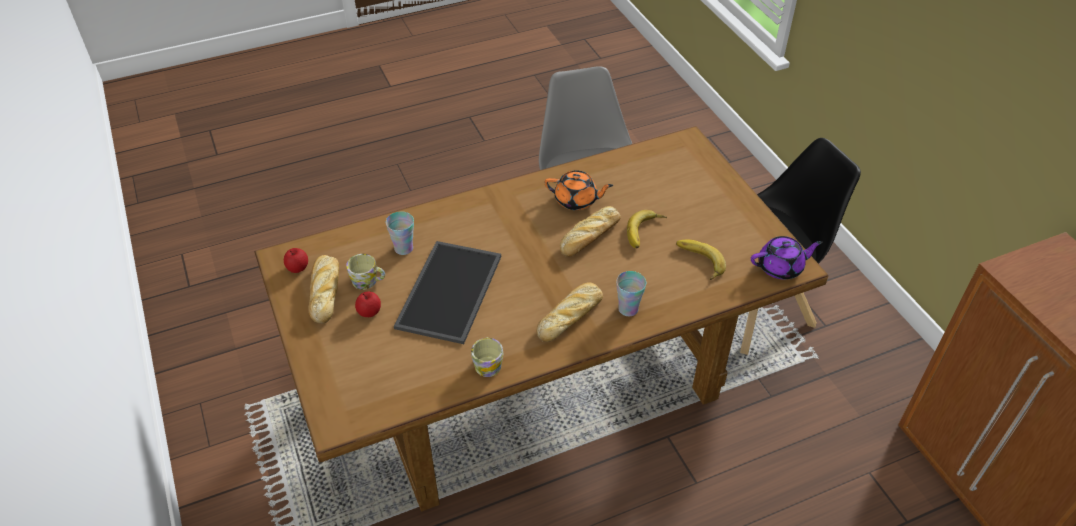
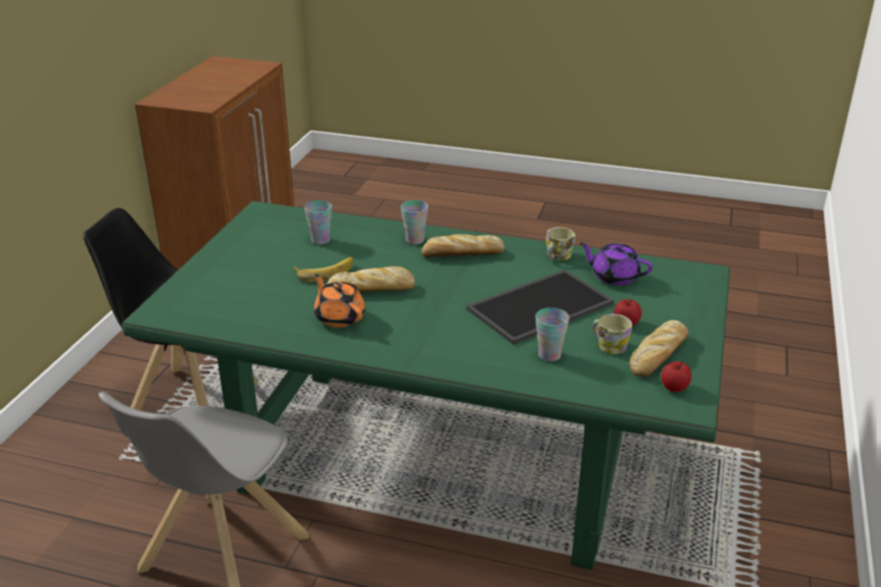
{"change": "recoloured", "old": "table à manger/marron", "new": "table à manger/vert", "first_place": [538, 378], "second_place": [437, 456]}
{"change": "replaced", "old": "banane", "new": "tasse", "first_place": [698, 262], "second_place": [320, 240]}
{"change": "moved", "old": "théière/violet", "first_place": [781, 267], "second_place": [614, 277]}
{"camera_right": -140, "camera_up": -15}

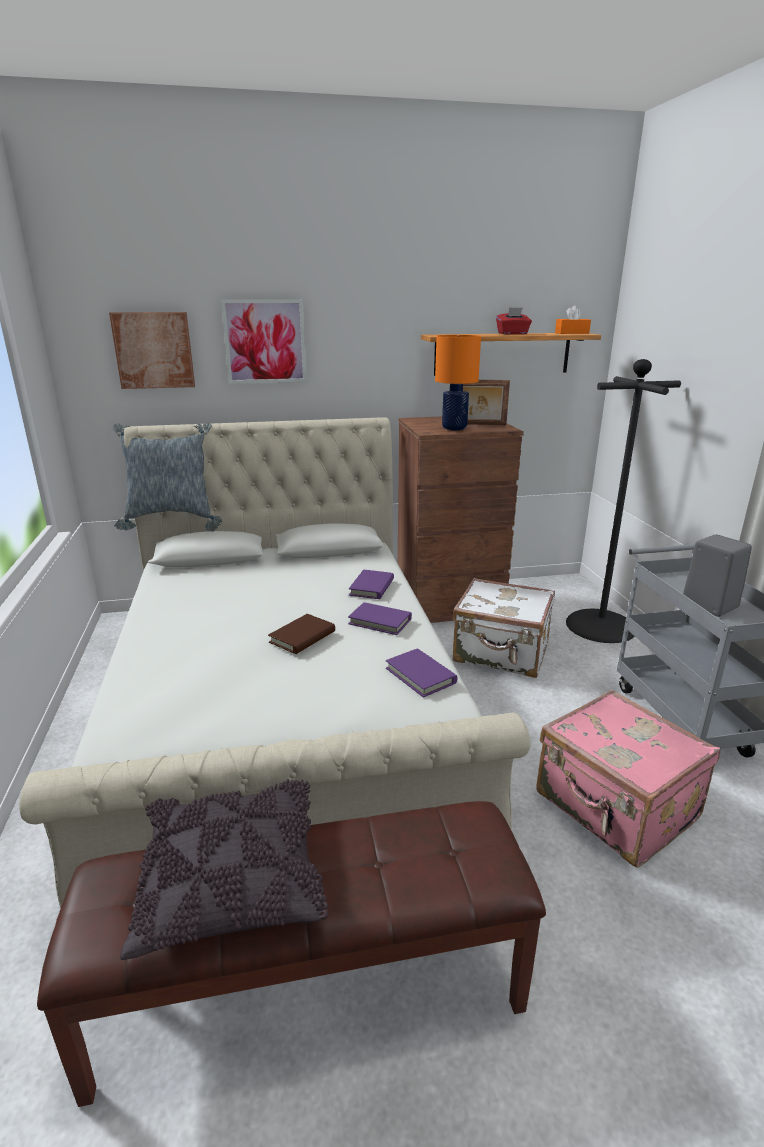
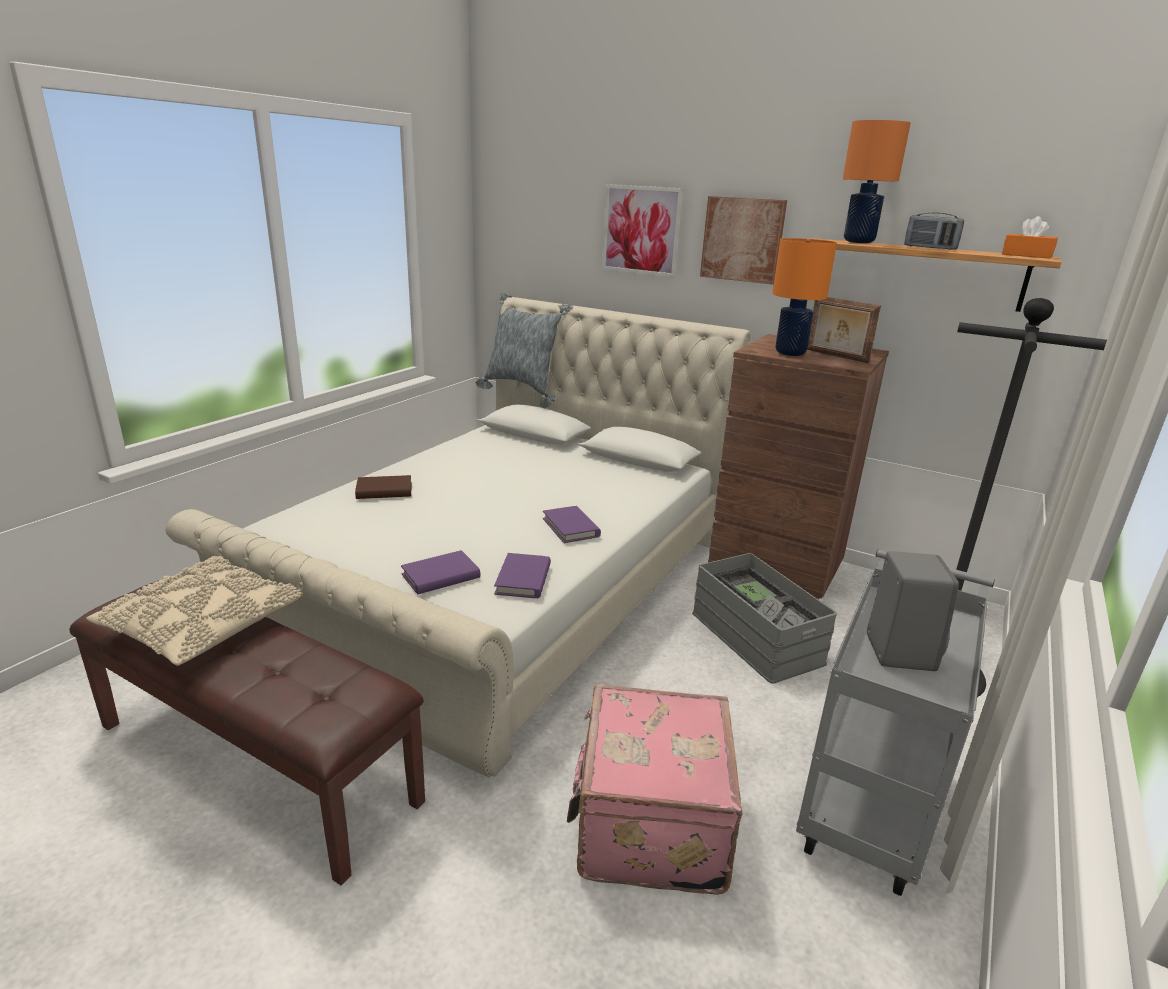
{"change": "moved", "old": "tableau", "first_place": [154, 350], "second_place": [742, 239]}
{"change": "recoloured", "old": "coussin/noir", "new": "coussin/beige", "first_place": [231, 878], "second_place": [203, 625]}
{"change": "moved", "old": "livre/marron", "first_place": [302, 637], "second_place": [384, 491]}
{"change": "moved", "old": "livre/violet", "first_place": [372, 587], "second_place": [441, 576]}
{"change": "replaced", "old": "valise/blanc", "new": "boîte de rangement/gris", "first_place": [501, 654], "second_place": [757, 637]}
{"change": "replaced", "old": "boîte à mouchoirs/rouge", "new": "radio", "first_place": [512, 334], "second_place": [930, 248]}
{"change": "added", "new": "lampe de table/orange", "second_place": [858, 242]}
{"camera_right": 40, "camera_up": 0}

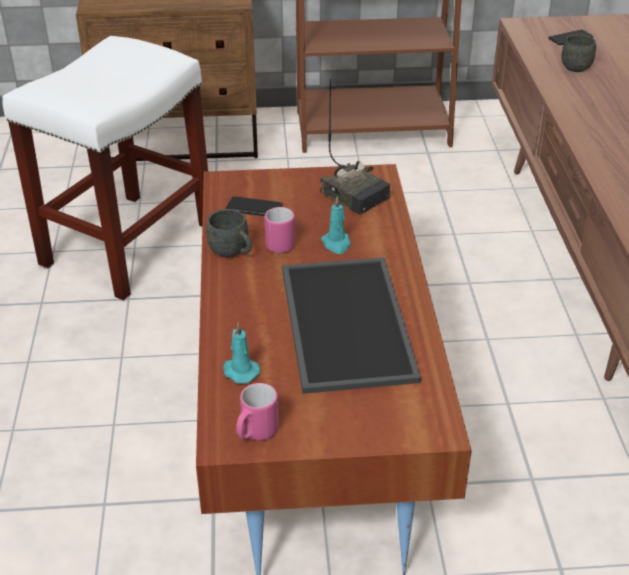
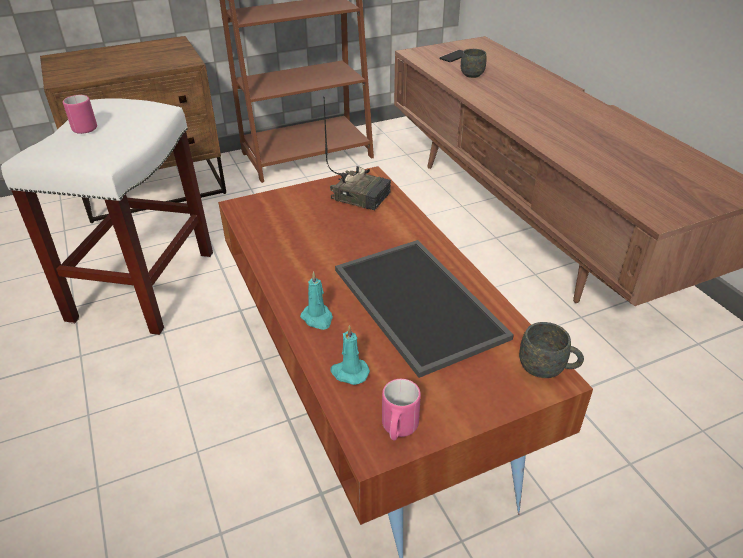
{"change": "moved", "old": "mug/gris", "first_place": [232, 252], "second_place": [547, 369]}
{"change": "removed", "old": "téléphone", "first_place": [254, 208]}
{"change": "moved", "old": "mug/rose", "first_place": [282, 242], "second_place": [86, 127]}
{"change": "moved", "old": "bougie/turquoise", "first_place": [336, 244], "second_place": [318, 318]}
{"camera_right": -20, "camera_up": 0}

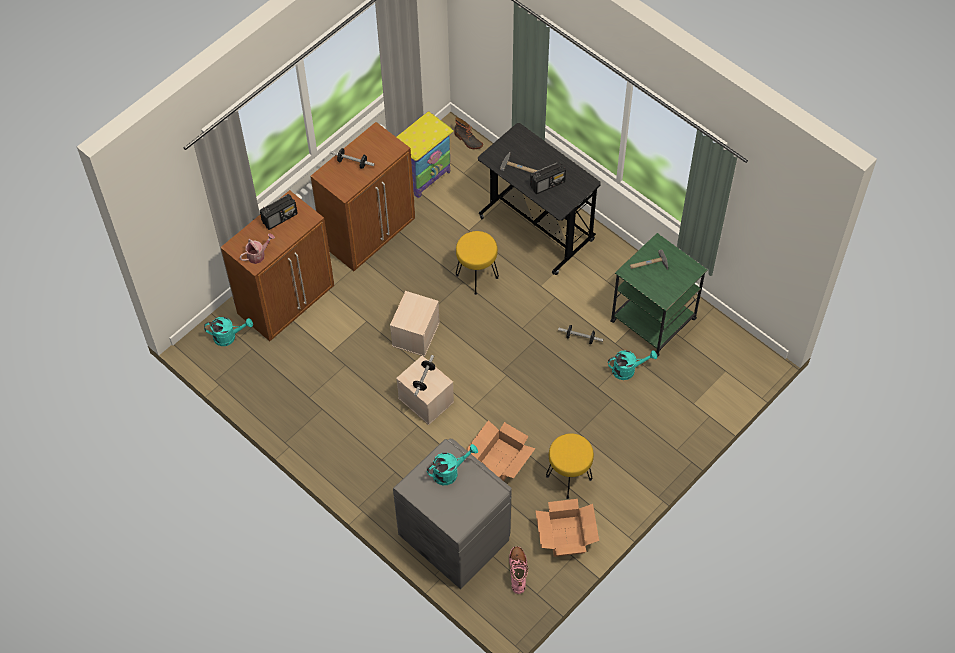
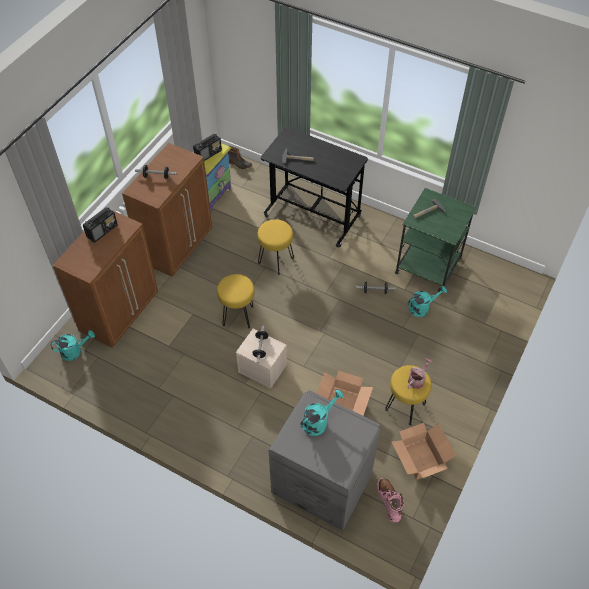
{"change": "moved", "old": "arrosoir", "first_place": [258, 255], "second_place": [417, 379]}
{"change": "replaced", "old": "boîte de rangement/beige", "new": "tabouret/jaune", "first_place": [415, 333], "second_place": [237, 315]}
{"change": "moved", "old": "radio", "first_place": [548, 184], "second_place": [208, 154]}
{"camera_right": -15, "camera_up": -5}

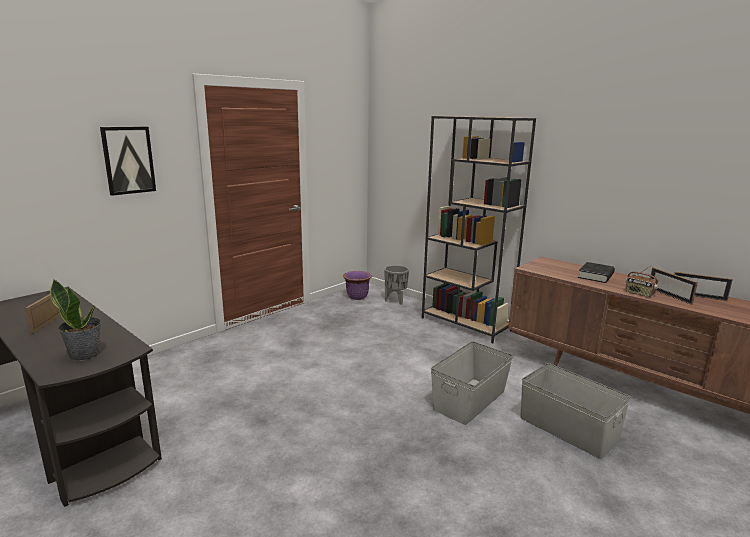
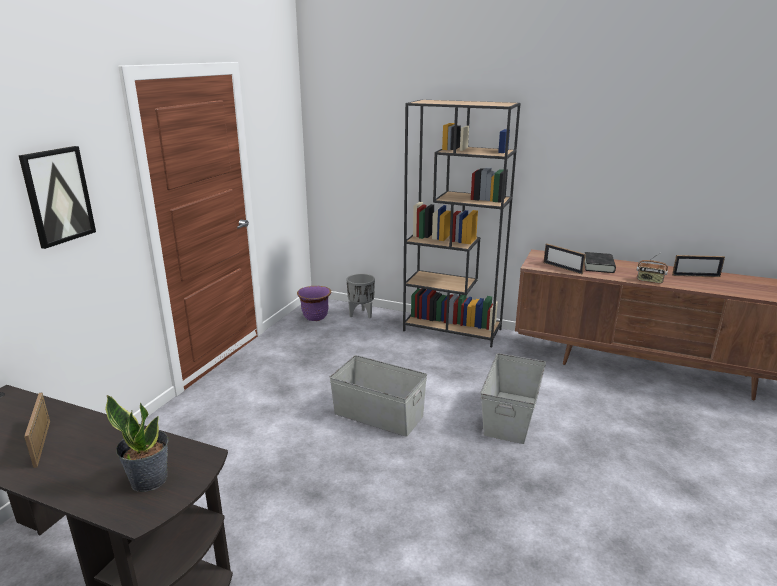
{"change": "moved", "old": "boîte de rangement/gris", "first_place": [568, 429], "second_place": [378, 415]}
{"change": "moved", "old": "cadre photo", "first_place": [669, 296], "second_place": [562, 268]}
{"camera_right": -20, "camera_up": 5}

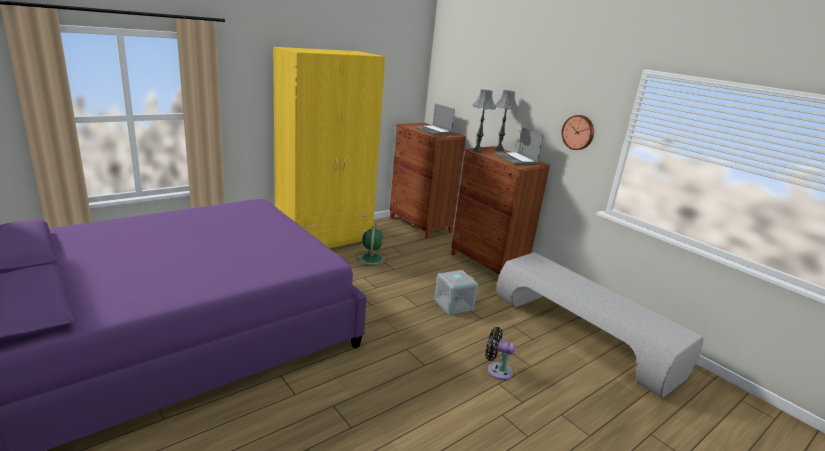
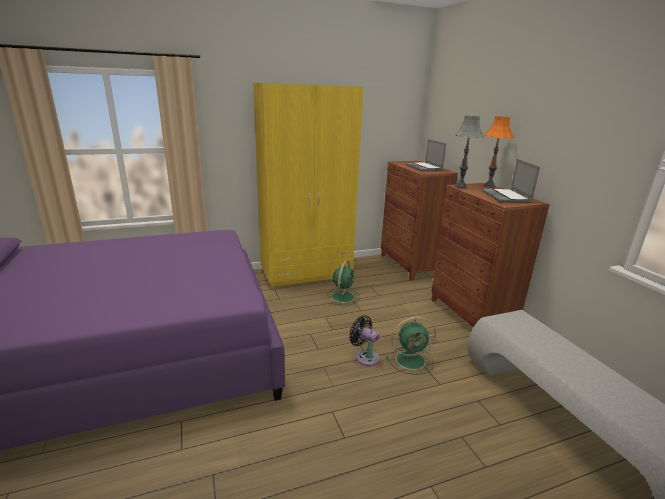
{"change": "replaced", "old": "boîte de rangement/gris", "new": "ventilateur/vert", "first_place": [453, 304], "second_place": [412, 360]}
{"change": "moved", "old": "ventilateur/noir", "first_place": [497, 370], "second_place": [365, 357]}
{"change": "recoloured", "old": "lampe de table/gris", "new": "lampe de table/orange", "first_place": [499, 150], "second_place": [489, 186]}
{"change": "removed", "old": "horloge murale", "first_place": [578, 132]}
{"camera_right": 20, "camera_up": 0}

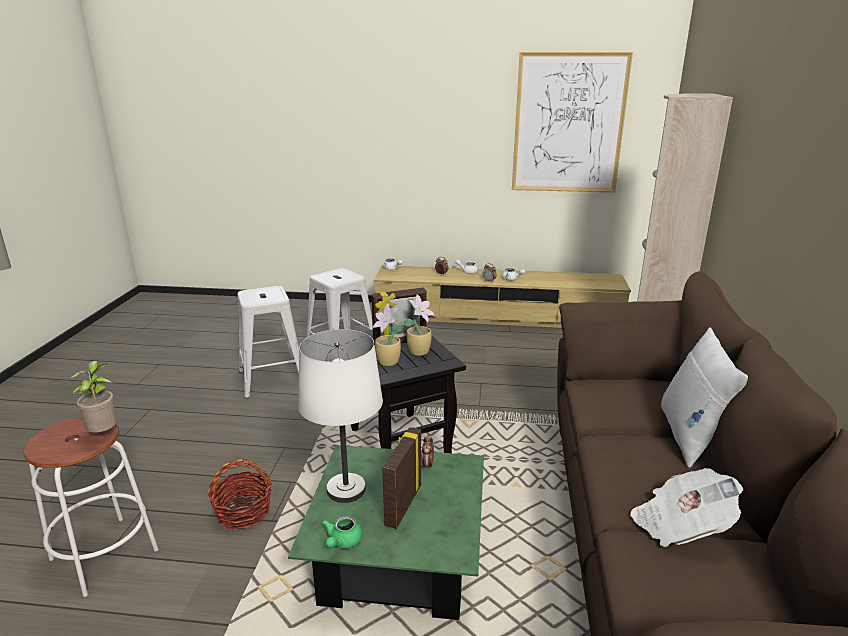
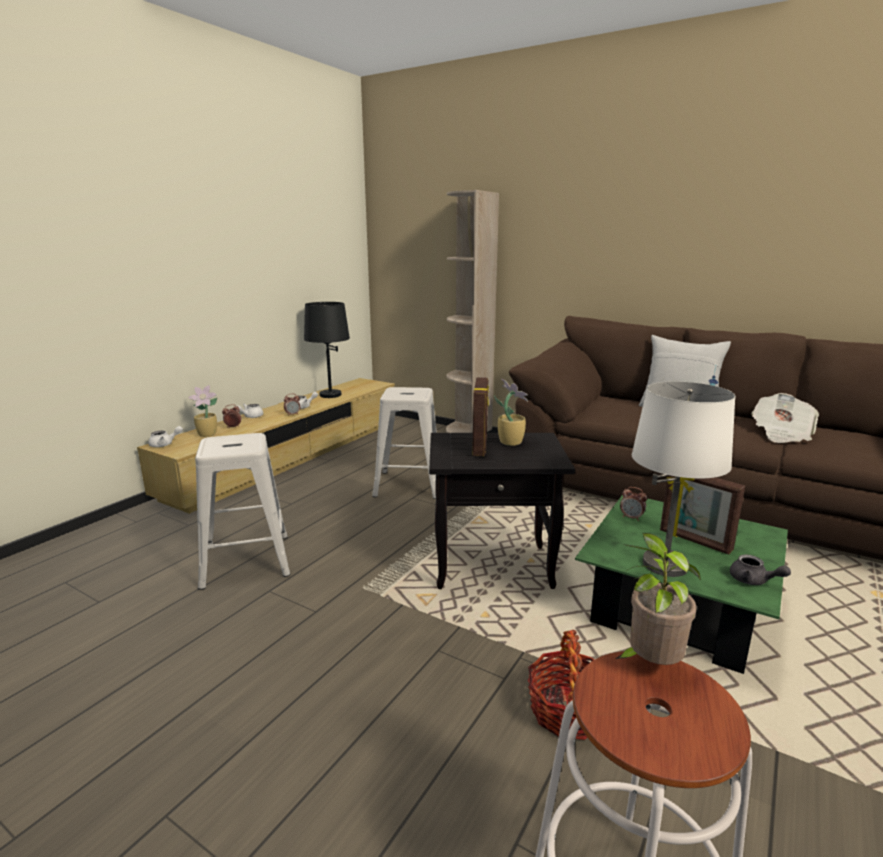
{"change": "moved", "old": "tabouret/blanc", "first_place": [272, 379], "second_place": [409, 485]}
{"change": "recoloured", "old": "théière/vert", "new": "théière/gris", "first_place": [342, 542], "second_place": [753, 581]}
{"change": "moved", "old": "plante en pot", "first_place": [388, 362], "second_place": [208, 434]}
{"change": "removed", "old": "tableau", "first_place": [568, 124]}
{"change": "added", "new": "lampe de table/noir", "second_place": [330, 395]}
{"camera_right": -65, "camera_up": -5}

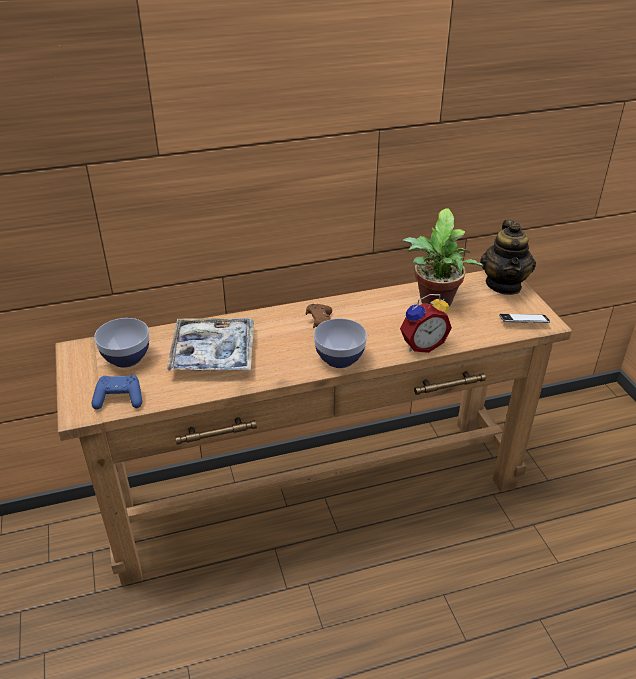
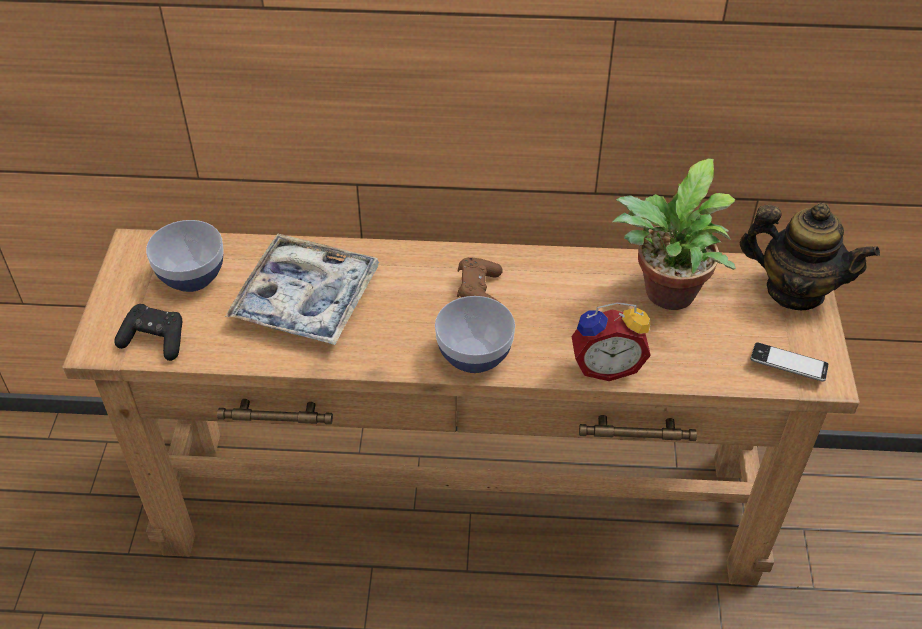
{"change": "recoloured", "old": "manette/bleu", "new": "manette/noir", "first_place": [119, 399], "second_place": [155, 340]}
{"change": "turned", "old": "théière", "first_place": [504, 285], "second_place": [794, 291], "degrees": -90}
{"camera_right": 20, "camera_up": 10}

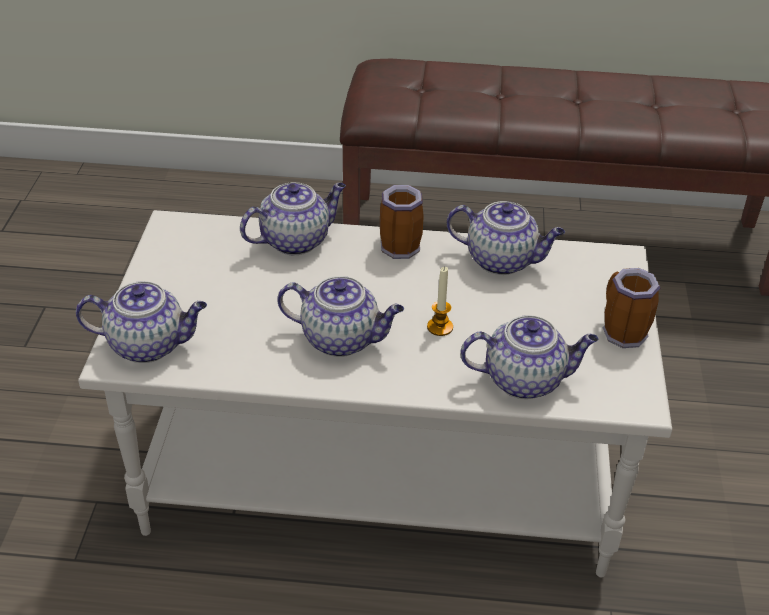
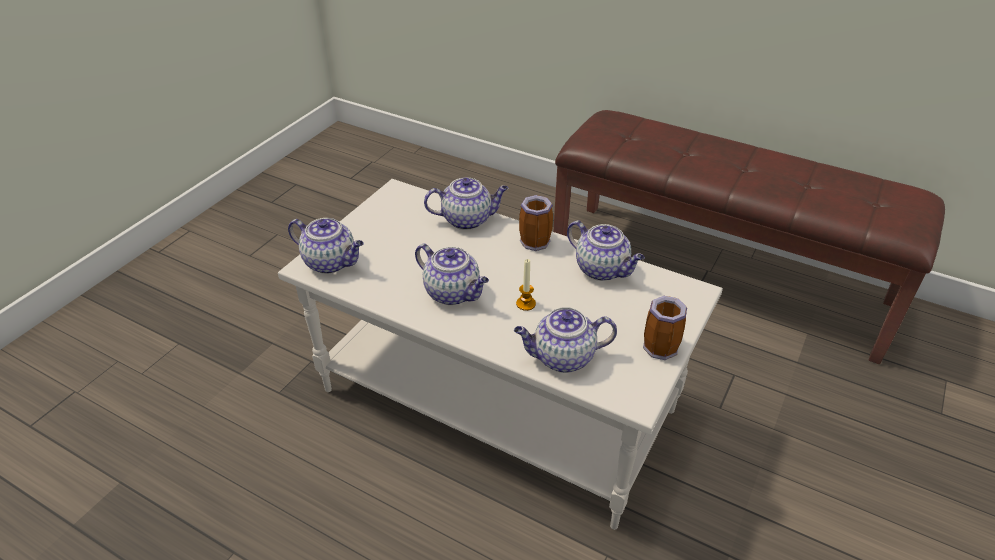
{"change": "turned", "old": "théière", "first_place": [525, 379], "second_place": [562, 358], "degrees": 150}
{"camera_right": 25, "camera_up": 0}

